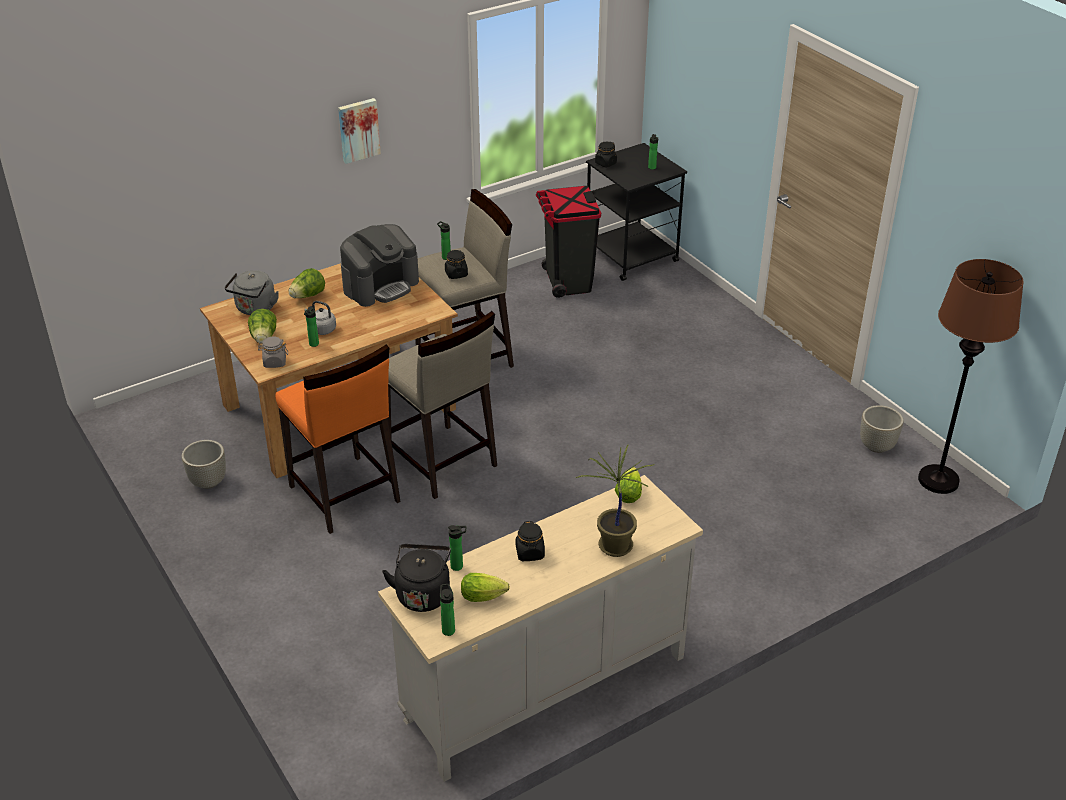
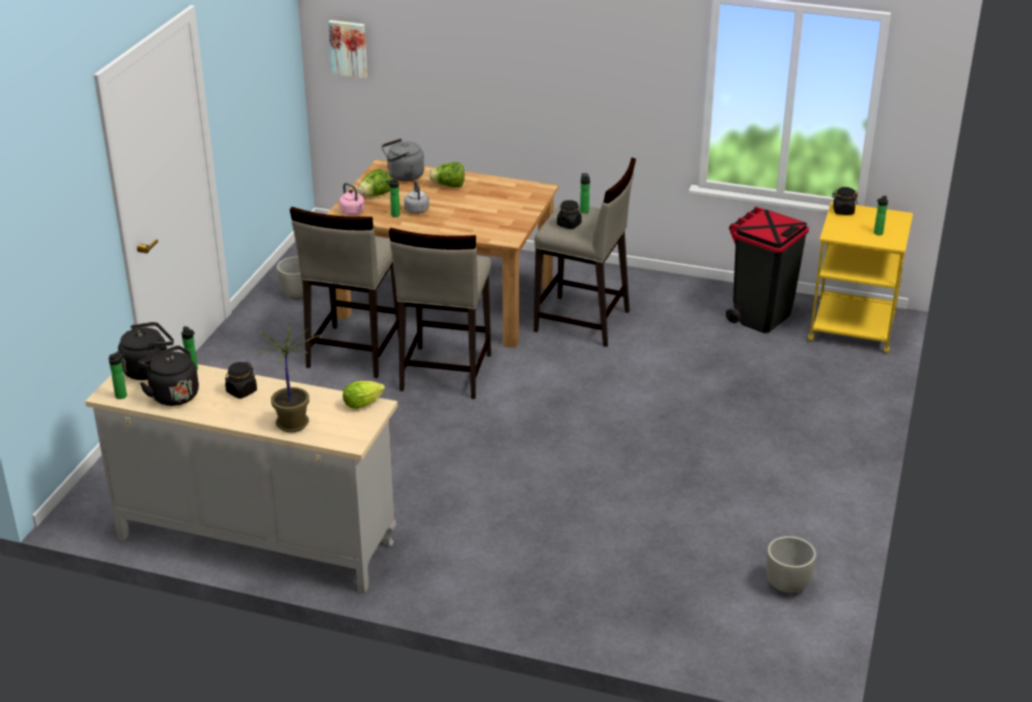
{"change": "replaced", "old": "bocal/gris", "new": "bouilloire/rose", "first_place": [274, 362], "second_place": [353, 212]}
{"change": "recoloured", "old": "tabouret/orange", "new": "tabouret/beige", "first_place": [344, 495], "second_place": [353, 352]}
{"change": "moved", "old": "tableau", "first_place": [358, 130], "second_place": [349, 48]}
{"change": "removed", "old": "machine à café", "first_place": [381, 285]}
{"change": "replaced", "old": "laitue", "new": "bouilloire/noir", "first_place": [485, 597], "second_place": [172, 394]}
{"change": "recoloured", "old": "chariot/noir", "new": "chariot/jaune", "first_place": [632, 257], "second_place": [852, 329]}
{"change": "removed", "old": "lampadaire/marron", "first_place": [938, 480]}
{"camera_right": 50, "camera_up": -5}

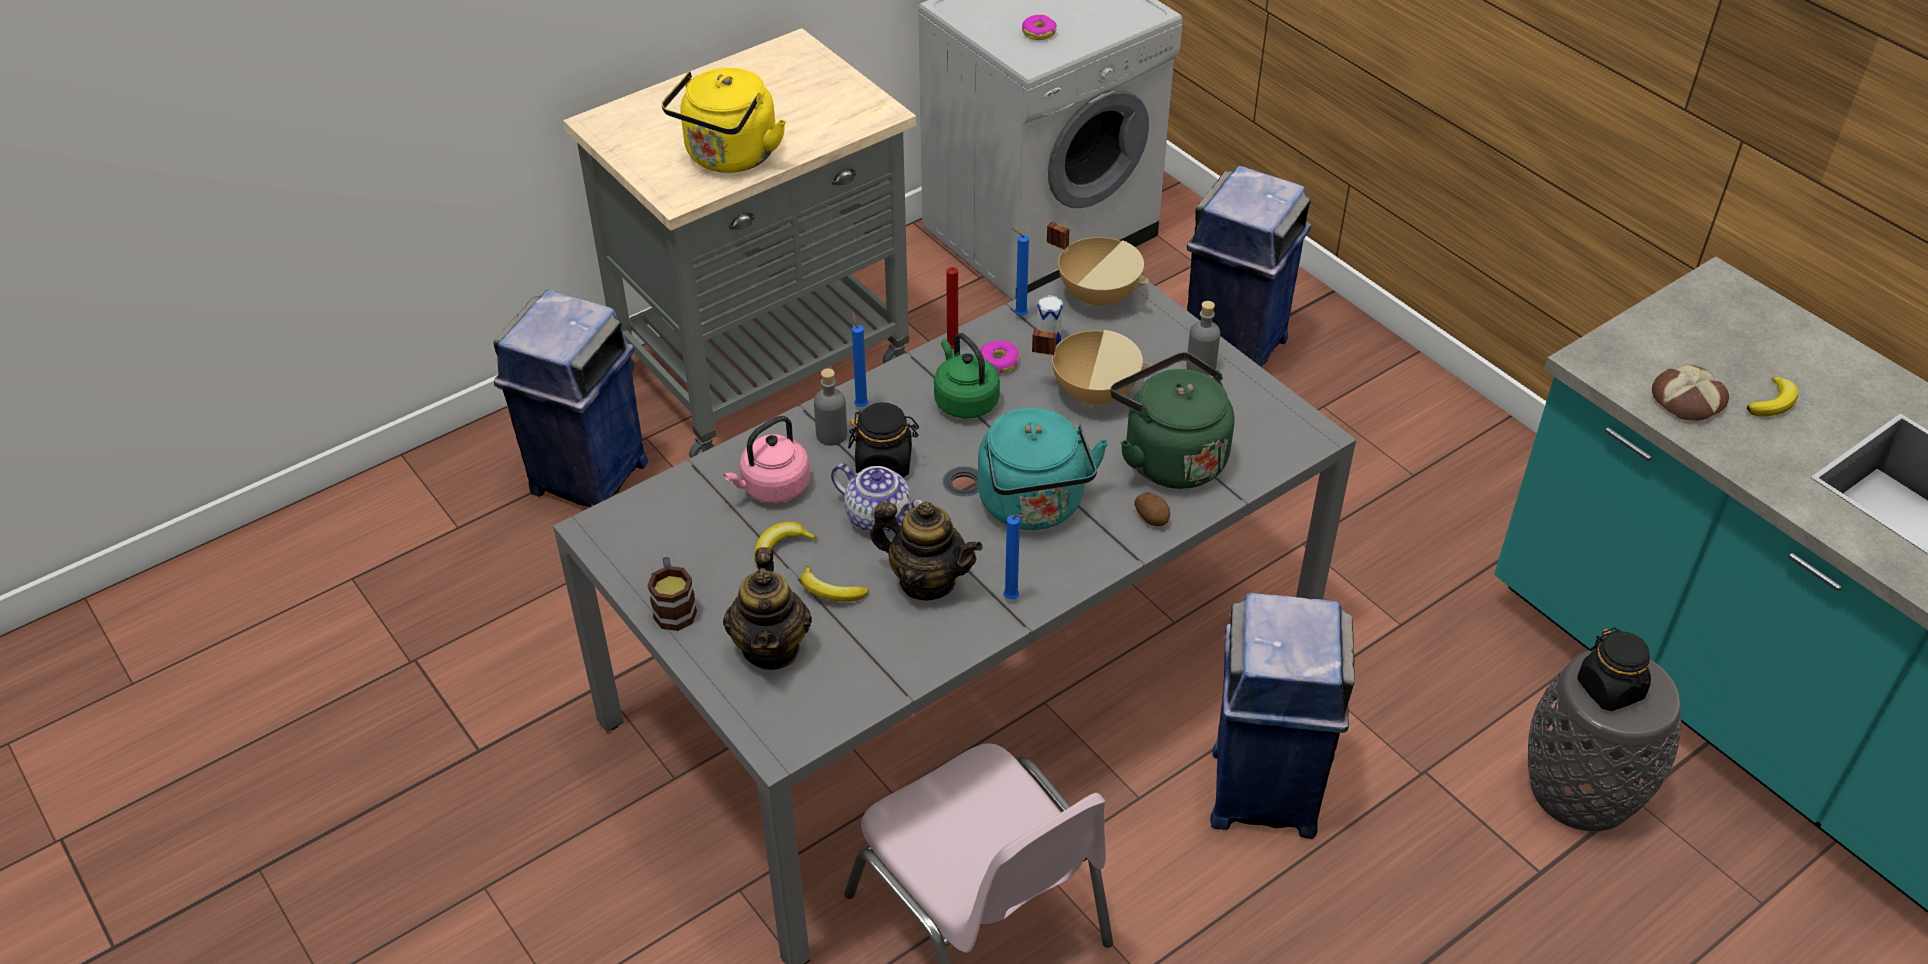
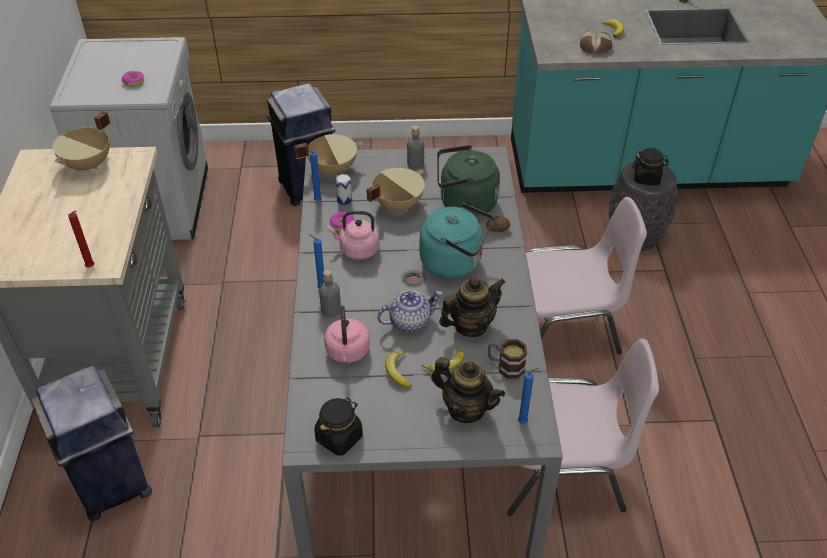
{"change": "moved", "old": "mug", "first_place": [674, 607], "second_place": [505, 366]}
{"change": "removed", "old": "bouilloire/jaune", "first_place": [729, 158]}
{"change": "moved", "old": "bocal/noir", "first_place": [884, 463], "second_place": [339, 437]}
{"change": "recoloured", "old": "bouilloire/vert", "new": "bouilloire/rose", "first_place": [964, 400], "second_place": [357, 250]}
{"change": "moved", "old": "bougie/rouge", "first_place": [952, 350], "second_place": [91, 267]}
{"change": "moved", "old": "bougie/bleu", "first_place": [1013, 599], "second_place": [524, 422]}
{"change": "replaced", "old": "poubelle/bleu", "new": "chaise/rose", "first_place": [1264, 789], "second_place": [563, 326]}
{"change": "added", "new": "marmite/beige", "second_place": [89, 165]}
{"camera_right": -55, "camera_up": 0}

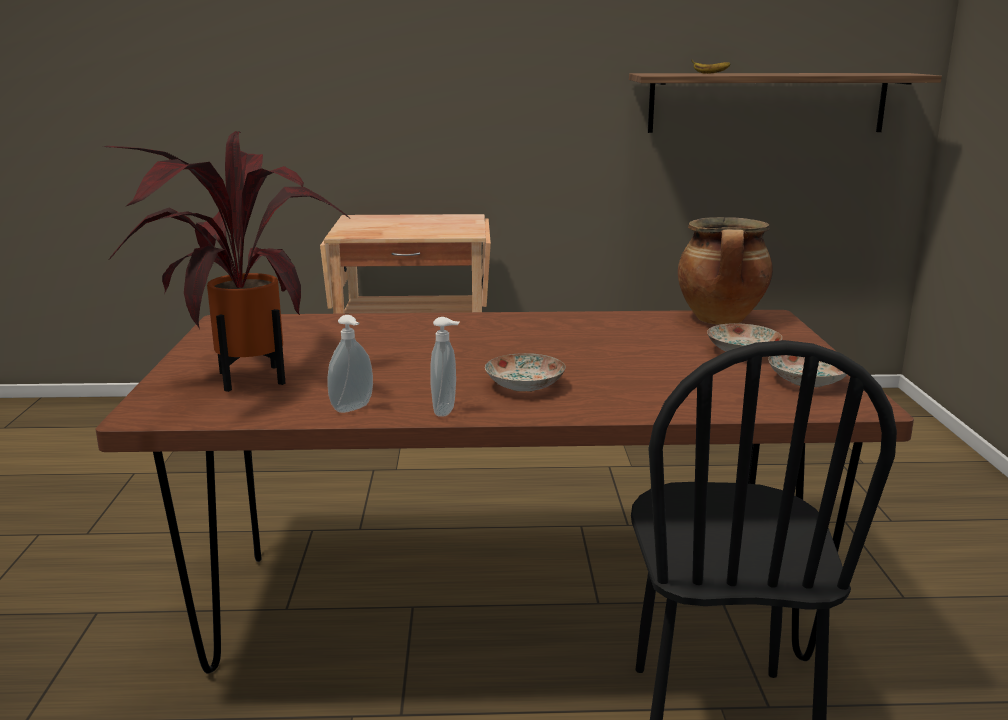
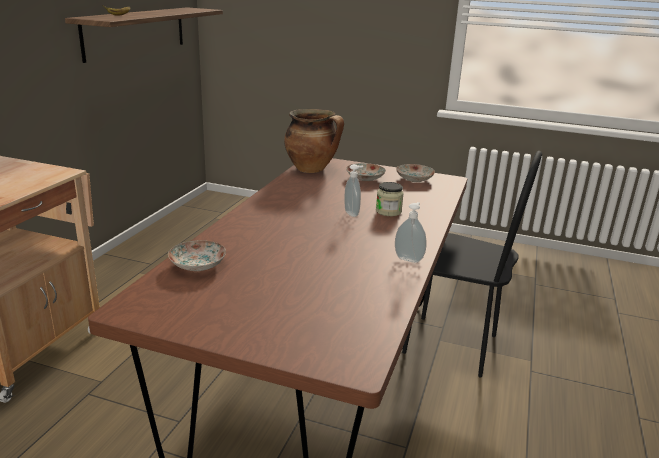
{"change": "removed", "old": "plante en pot", "first_place": [243, 378]}
{"change": "moved", "old": "distributeur de savon", "first_place": [353, 409], "second_place": [352, 213]}
{"change": "moved", "old": "assiette", "first_place": [525, 386], "second_place": [198, 265]}
{"change": "added", "new": "bocal", "second_place": [388, 211]}
{"camera_right": -70, "camera_up": 5}

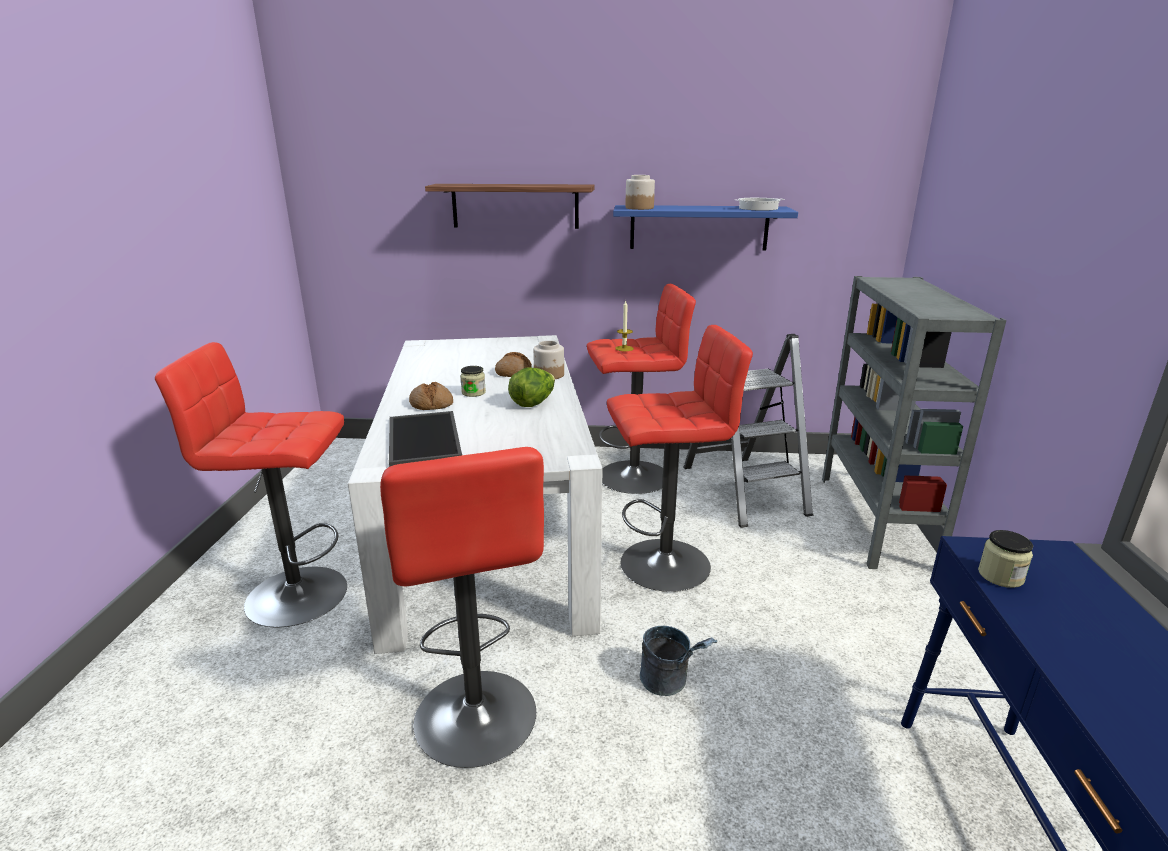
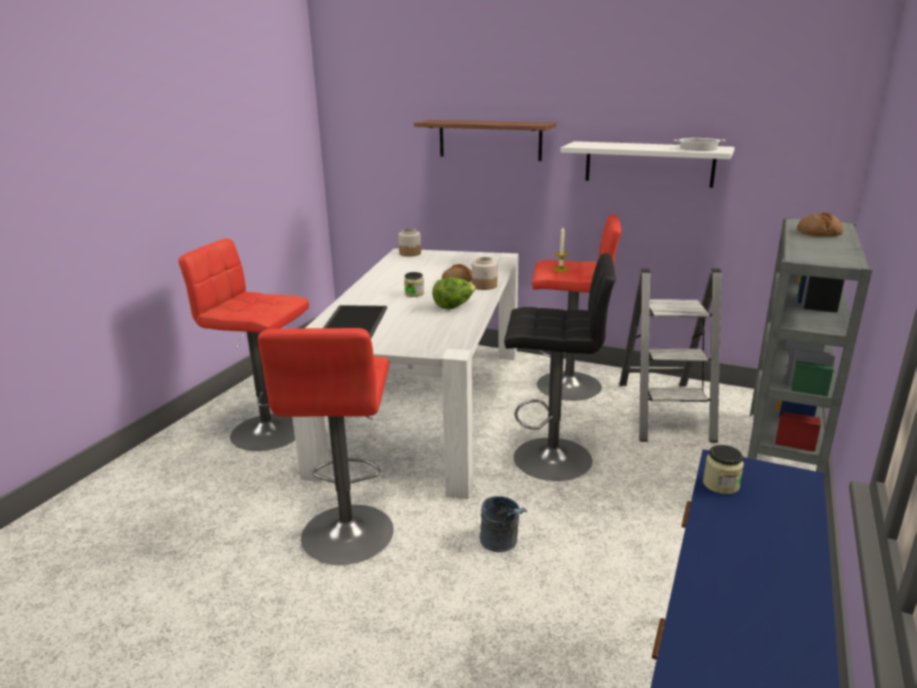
{"change": "moved", "old": "pain", "first_place": [431, 404], "second_place": [818, 233]}
{"change": "recoloured", "old": "tabouret/rouge", "new": "tabouret/noir", "first_place": [666, 565], "second_place": [553, 459]}
{"change": "recoloured", "old": "étagère/bleu", "new": "étagère/blanc", "first_place": [698, 227], "second_place": [648, 164]}
{"change": "moved", "old": "bocal", "first_place": [639, 208], "second_place": [410, 253]}
{"camera_right": 20, "camera_up": 0}

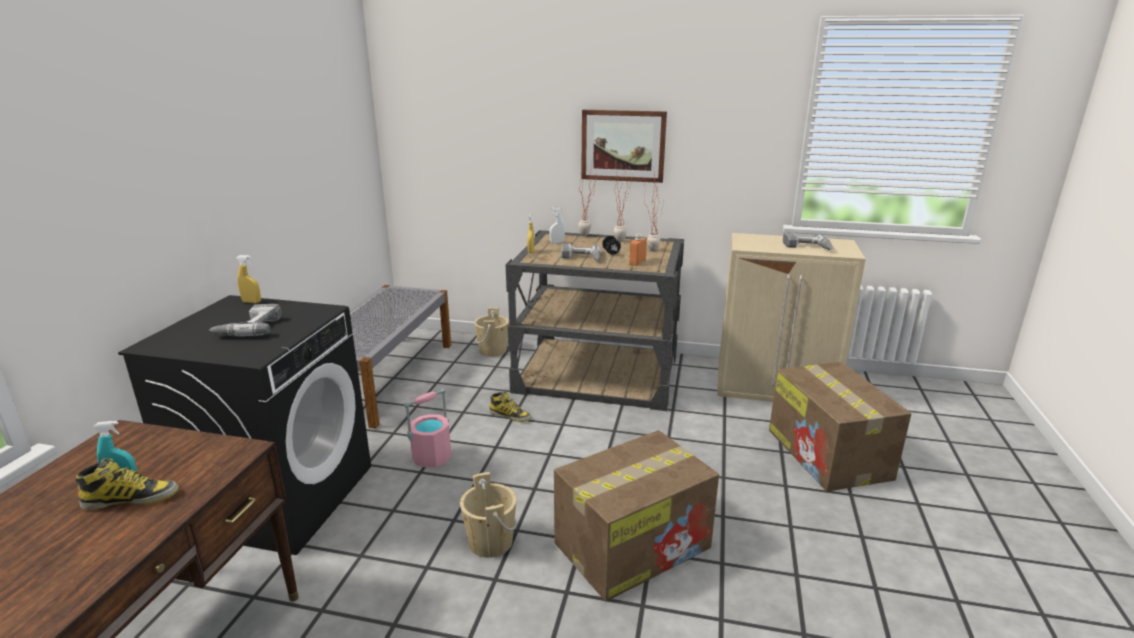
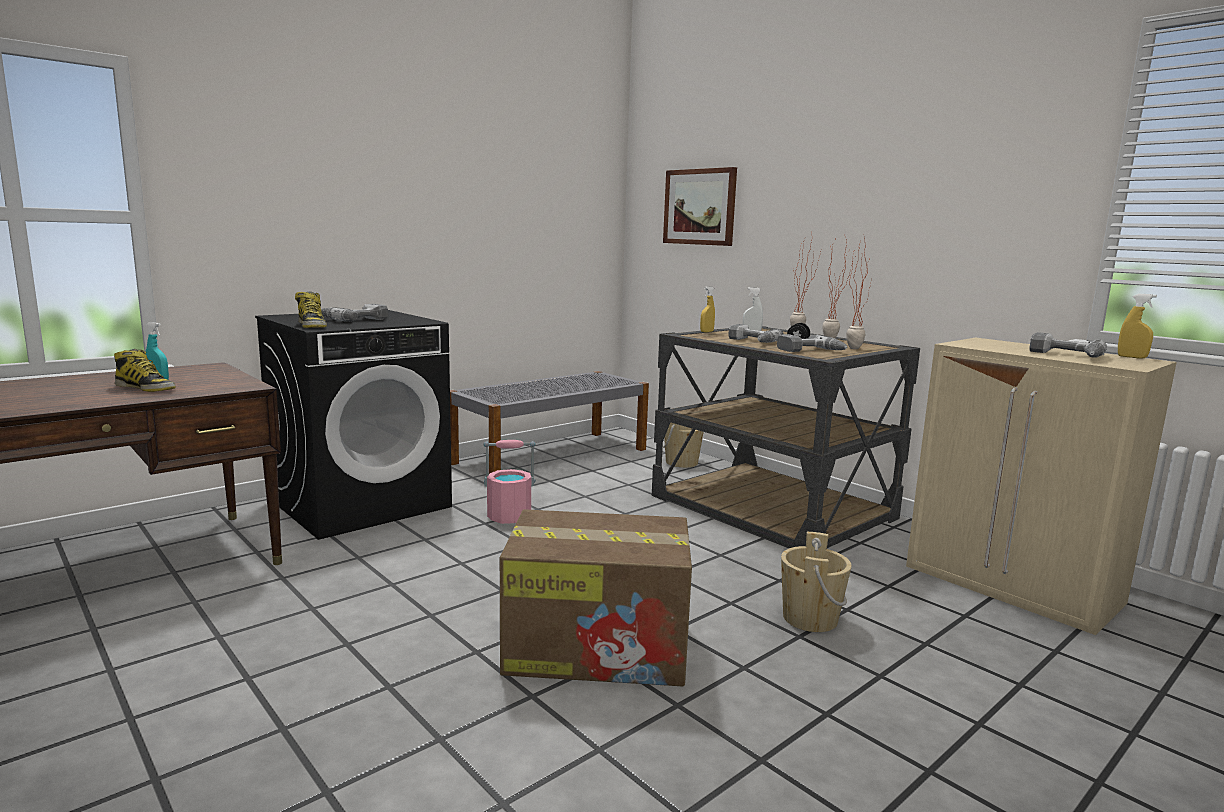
{"change": "moved", "old": "vaporisateur/jaune", "first_place": [251, 302], "second_place": [1132, 357]}
{"change": "moved", "old": "seau/beige", "first_place": [490, 542], "second_place": [810, 618]}
{"change": "moved", "old": "botte", "first_place": [510, 415], "second_place": [312, 325]}
{"change": "moved", "old": "tableau", "first_place": [623, 145], "second_place": [699, 207]}
{"change": "replaced", "old": "bouteille/orange", "new": "perceuse", "first_place": [637, 262], "second_place": [811, 351]}
{"change": "removed", "old": "carton", "first_place": [829, 455]}
{"camera_right": 35, "camera_up": -10}

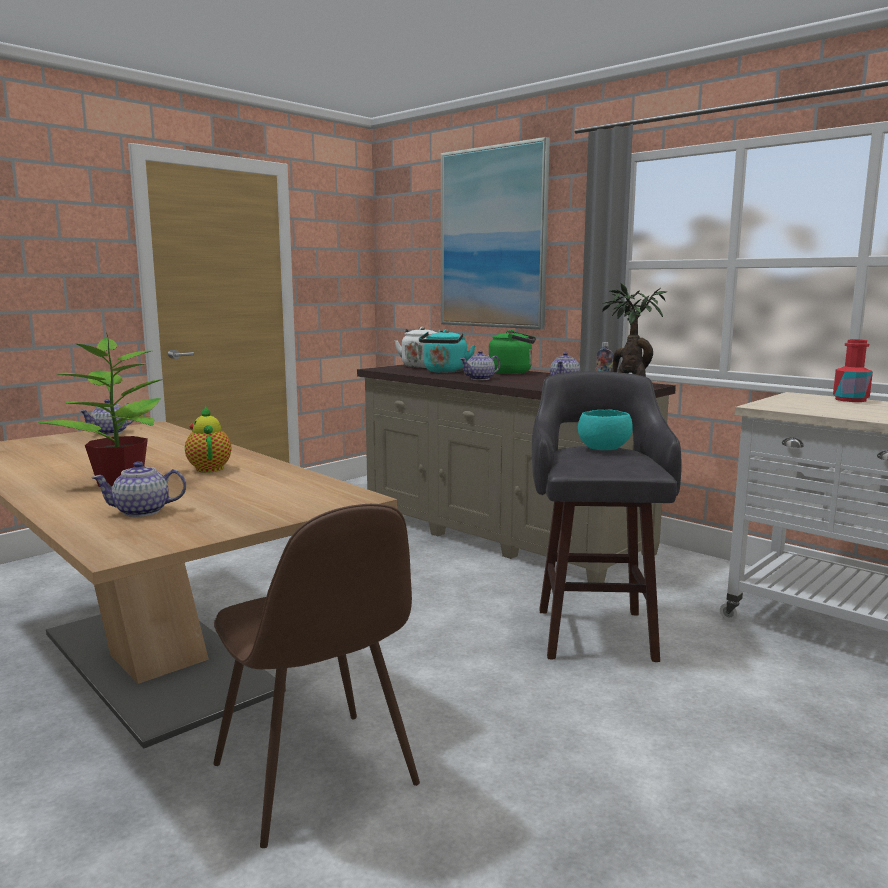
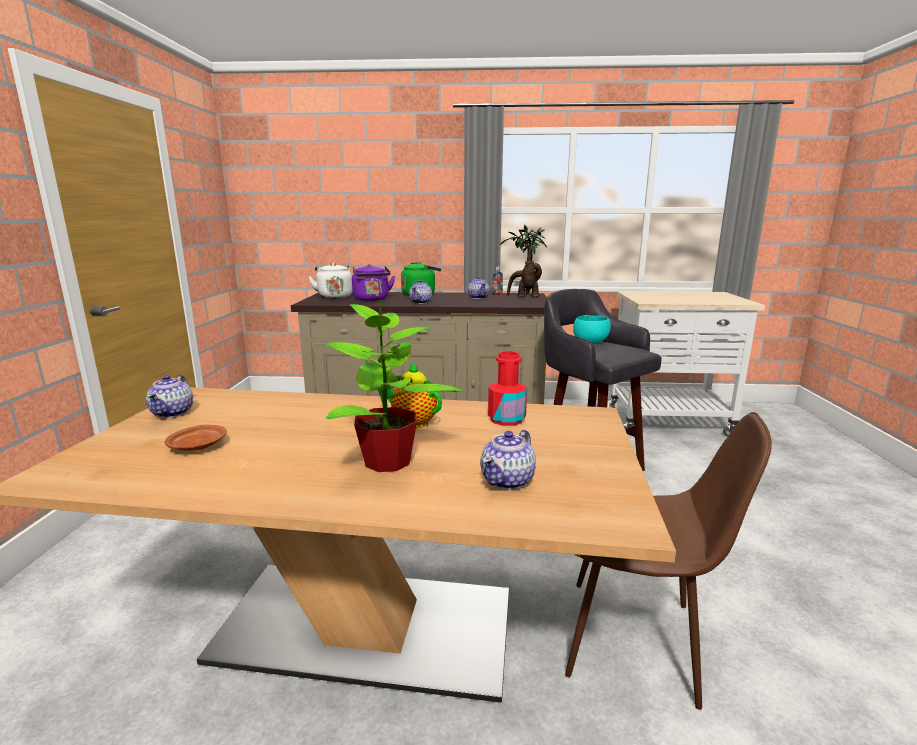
{"change": "recoloured", "old": "bouilloire/turquoise", "new": "bouilloire/violet", "first_place": [445, 372], "second_place": [372, 299]}
{"change": "removed", "old": "tableau", "first_place": [493, 238]}
{"change": "moved", "old": "bouteille/rouge", "first_place": [850, 400], "second_place": [506, 419]}
{"change": "added", "new": "assiette/marron", "second_place": [198, 446]}
{"camera_right": -40, "camera_up": 5}

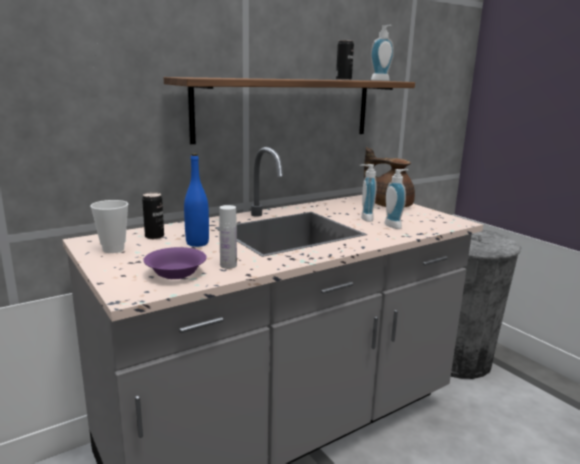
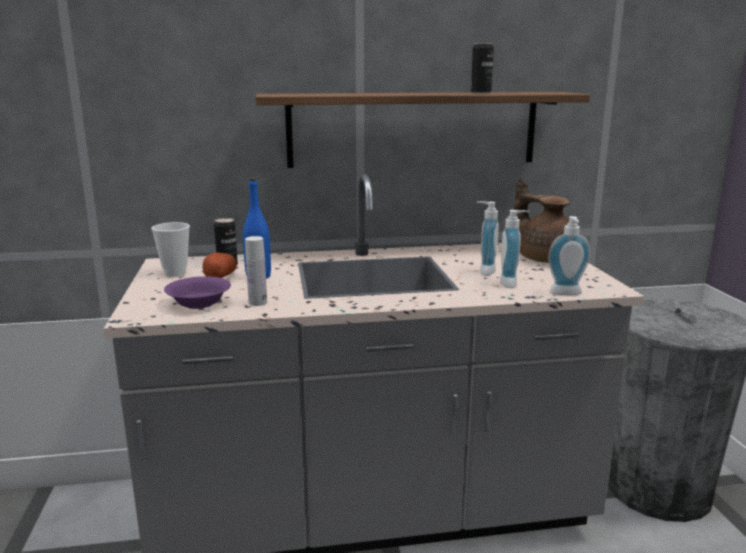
{"change": "moved", "old": "distributeur de savon", "first_place": [381, 80], "second_place": [566, 294]}
{"change": "added", "new": "pomme de terre", "second_place": [220, 276]}
{"camera_right": 25, "camera_up": 0}

